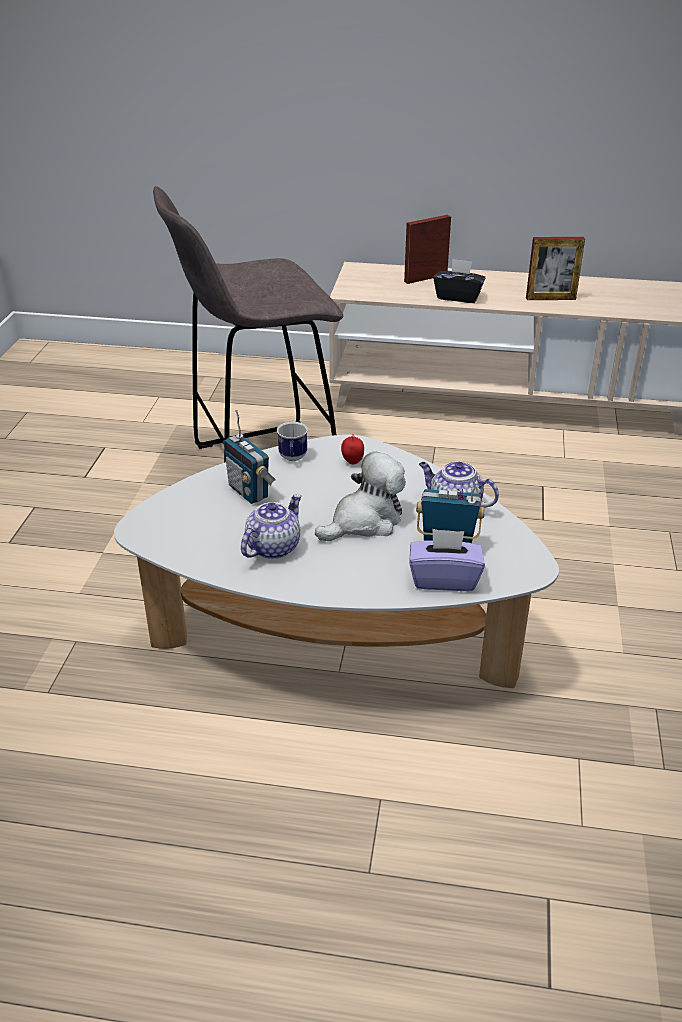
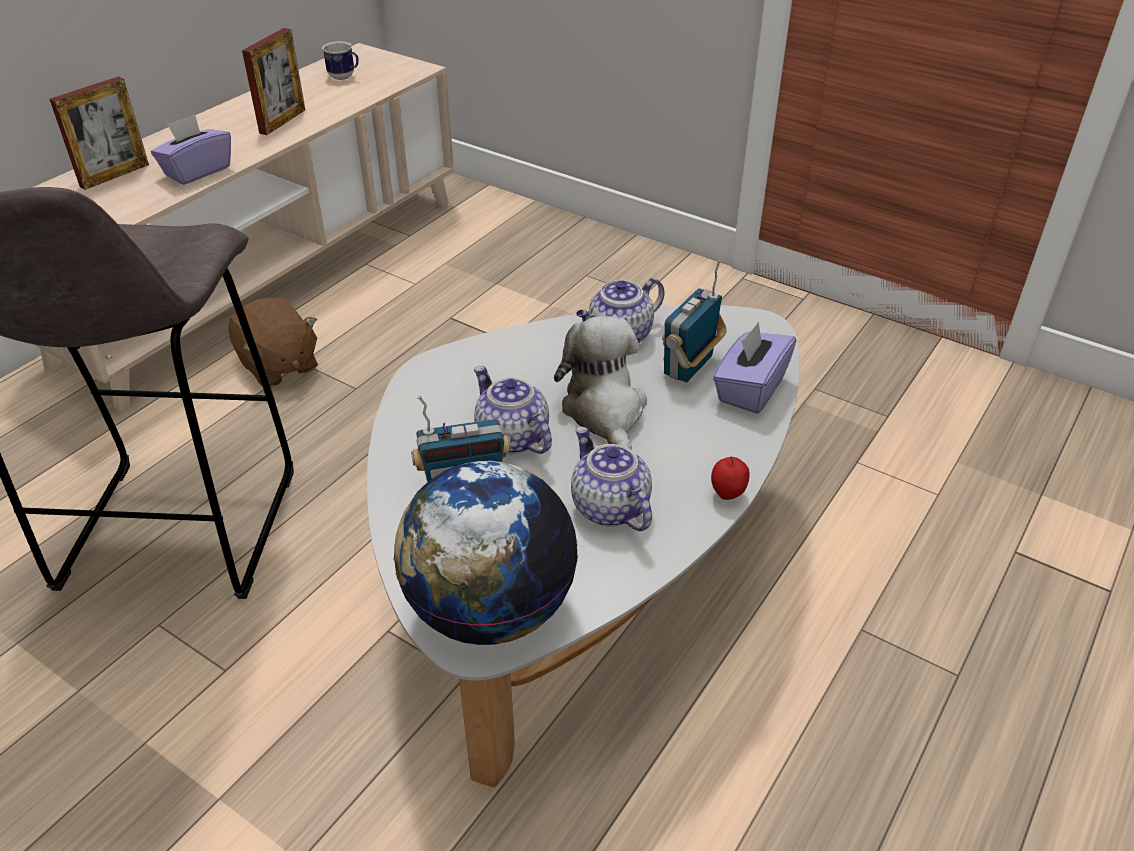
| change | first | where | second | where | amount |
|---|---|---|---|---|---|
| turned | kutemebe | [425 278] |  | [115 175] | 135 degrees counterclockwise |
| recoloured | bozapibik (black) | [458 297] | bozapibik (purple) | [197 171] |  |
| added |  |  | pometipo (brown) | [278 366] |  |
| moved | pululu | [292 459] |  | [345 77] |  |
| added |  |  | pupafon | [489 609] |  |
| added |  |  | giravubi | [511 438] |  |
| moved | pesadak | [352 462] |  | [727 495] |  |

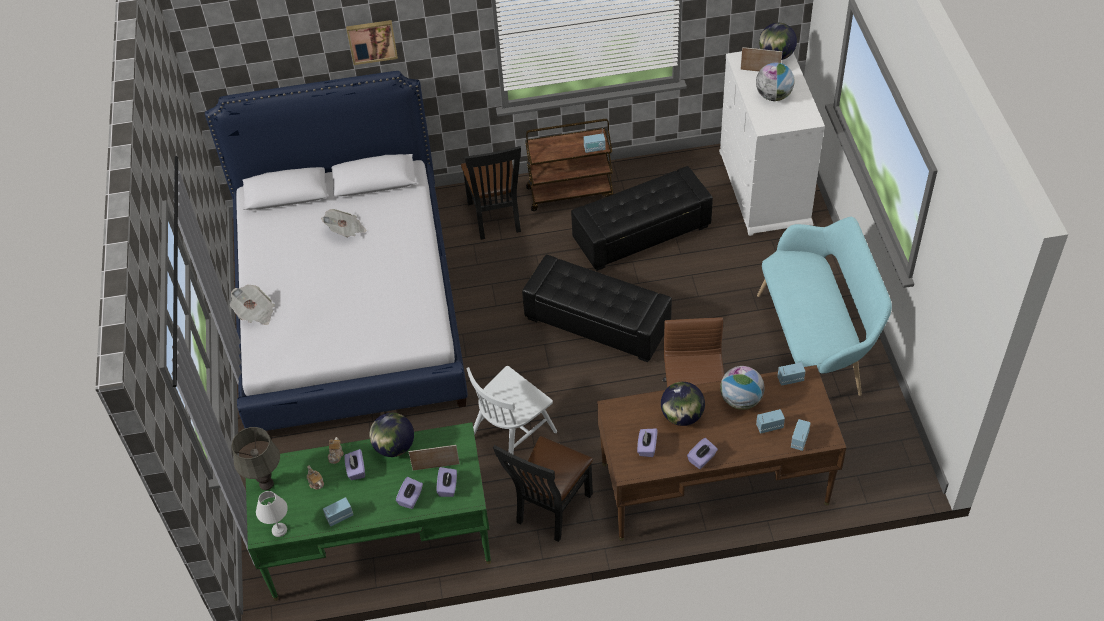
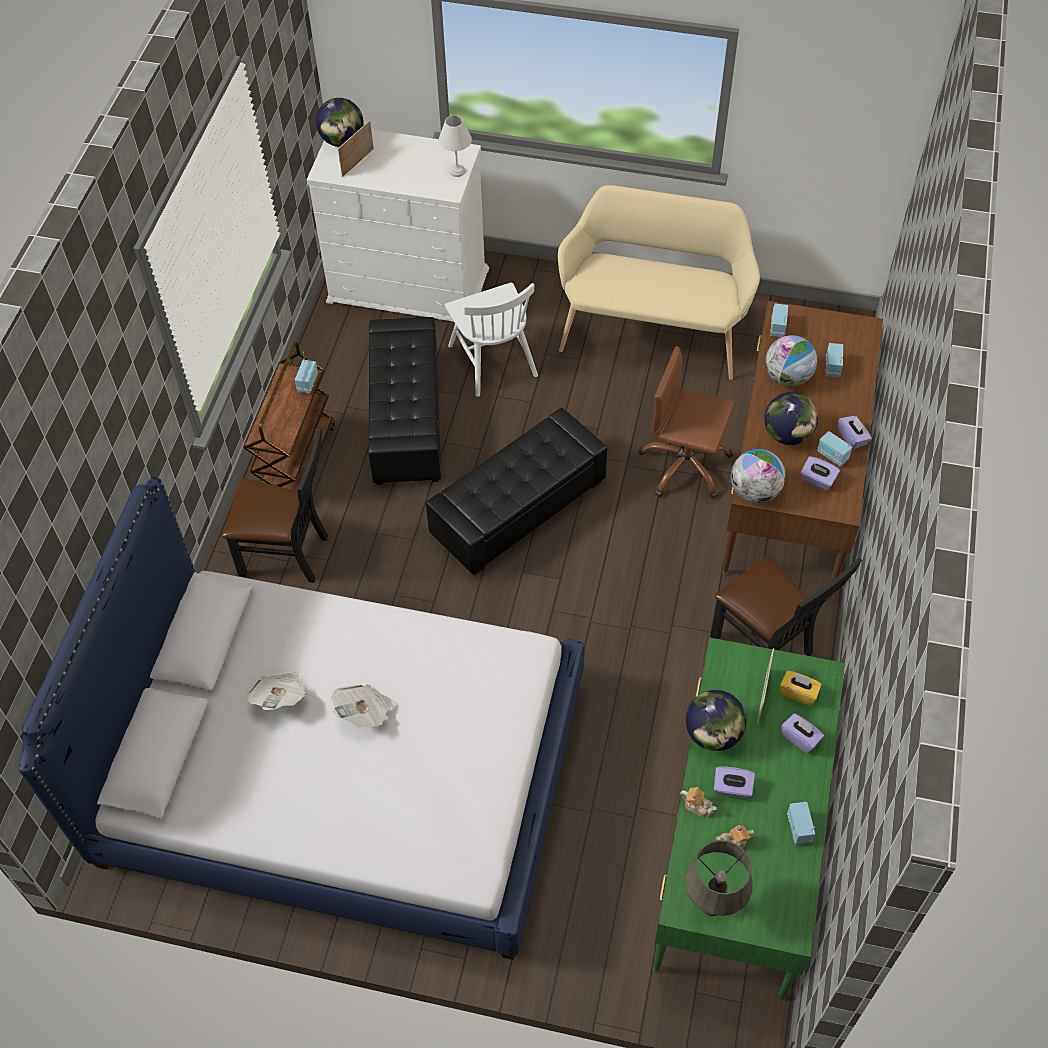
| change | first | where | second | where | amount |
|---|---|---|---|---|---|
| moved | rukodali | [255 312] |  | [366 712] |  |
| moved | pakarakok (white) | [280 529] |  | [457 171] |  |
| moved | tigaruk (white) | [513 434] |  | [493 360] |  |
| recoloured | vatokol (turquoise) | [815 345] | vatokol (beige) | [652 331] |  |
| moved | pupafon | [773 96] |  | [754 491] |  |
| recoloured | bozapibik (purple) | [448 487] | bozapibik (yellow) | [798 692] |  |
| moved | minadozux | [799 440] |  | [832 456] |  |
| removed | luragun | [372 41] |  |  |  |

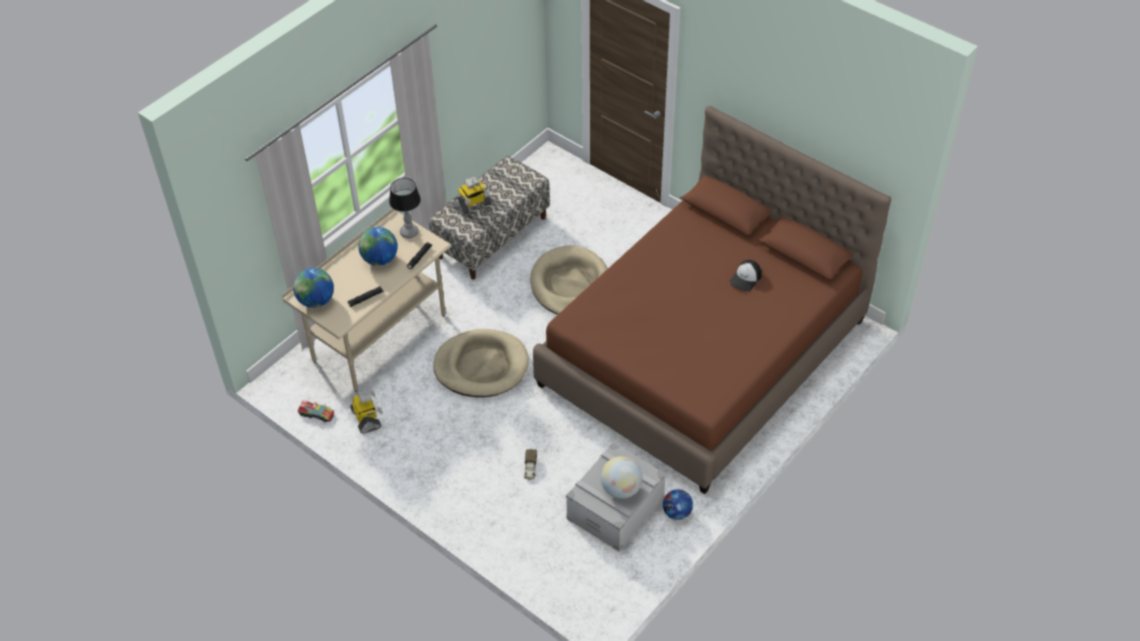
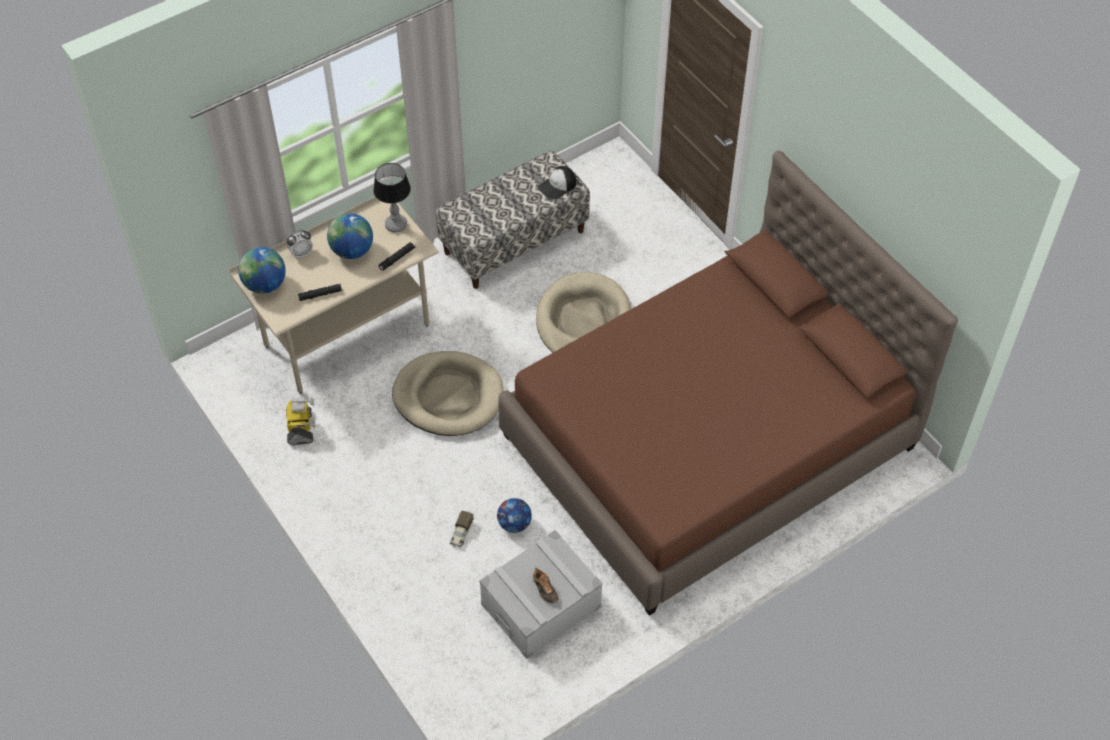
| change | first | where | second | where | amount |
|---|---|---|---|---|---|
| added |  |  | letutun | [301 253] |  |
| moved | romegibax | [677 512] |  | [514 524] |  |
| replaced | pupafon | [621 489] | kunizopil | [544 589] |  |
| moved | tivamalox | [746 278] |  | [558 186] |  |
| removed | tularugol | [316 414] |  |  |  |
| removed | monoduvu | [473 205] |  |  |  |

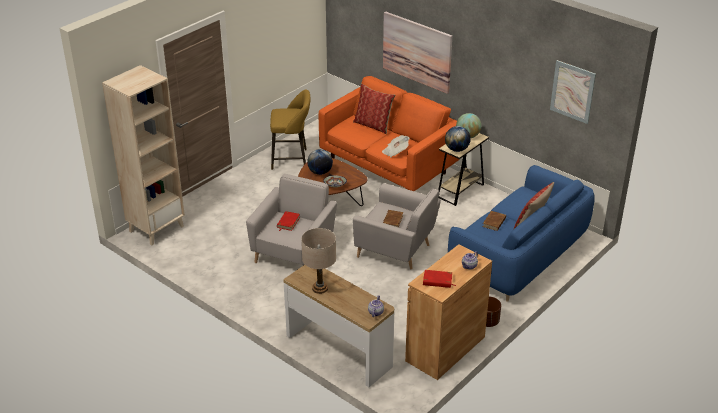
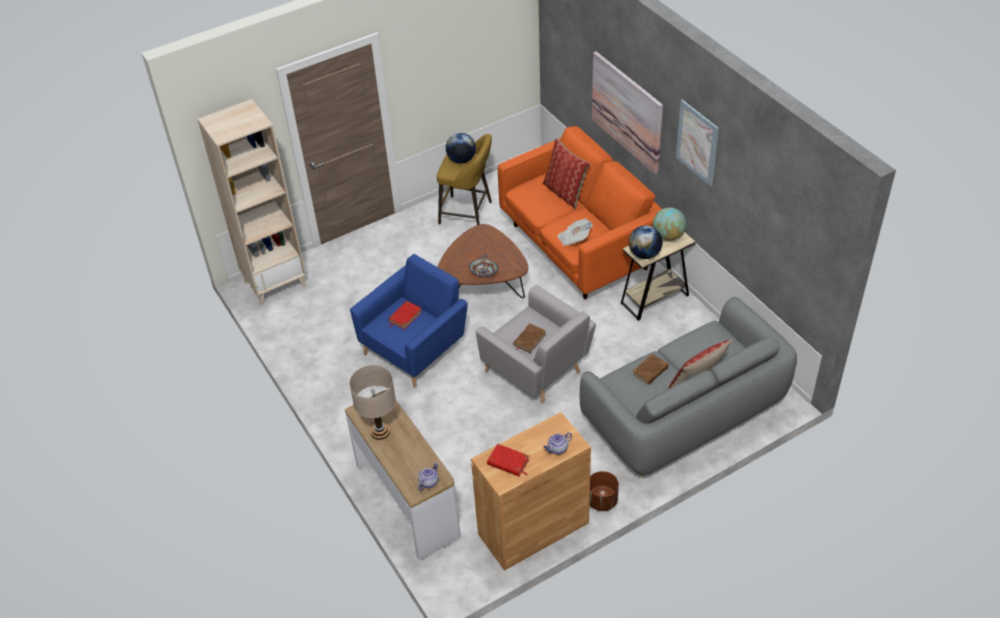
| change | first | where | second | where | amount |
|---|---|---|---|---|---|
| recoloured | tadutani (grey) | [294 252] | tadutani (blue) | [415 348] |  |
| moved | pupafon | [320 172] |  | [461 160] |  |
| recoloured | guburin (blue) | [519 258] | guburin (grey) | [684 416] |  |
| moved | luragun | [572 91] |  | [697 142] |  |

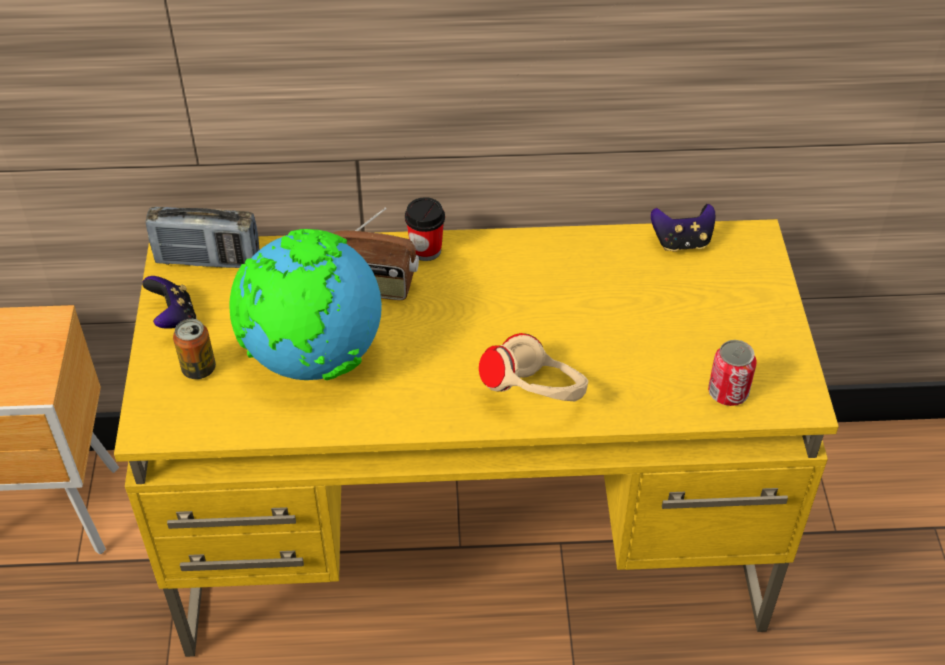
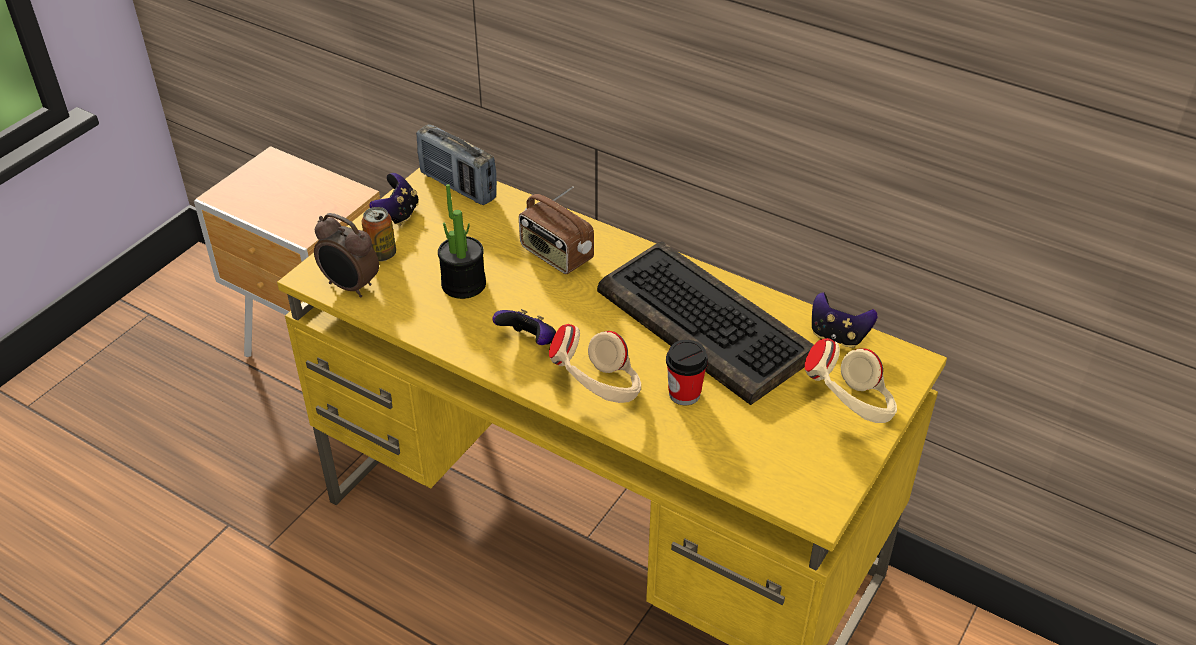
| change | first | where | second | where | amount |
|---|---|---|---|---|---|
| added |  |  | letutun | [350 287] |  |
| replaced | pupafon | [312 358] | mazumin | [463 284] |  |
| added |  |  | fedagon | [528 342] |  |
| added |  |  | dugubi | [707 324] |  |
| moved | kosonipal | [426 250] |  | [684 394] |  |
| added |  |  | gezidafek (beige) | [850 408] |  |
| removed | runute | [728 392] |  |  |  |

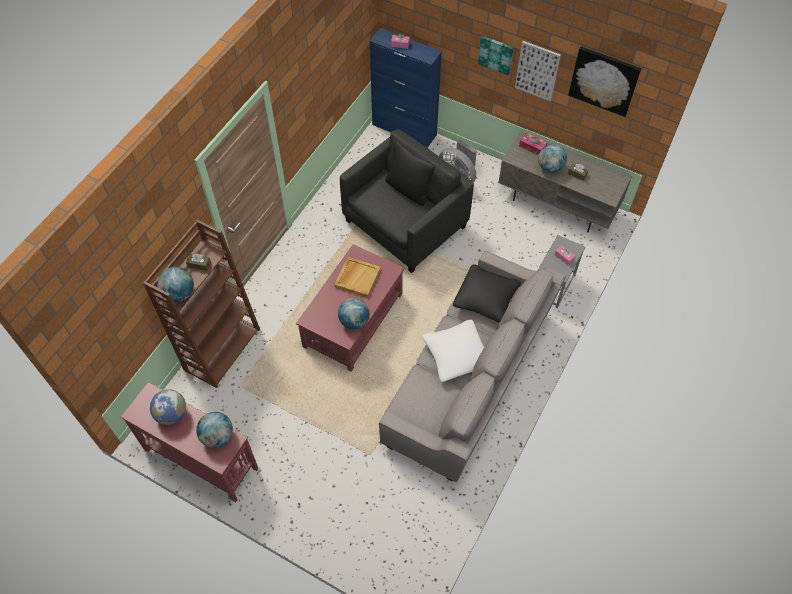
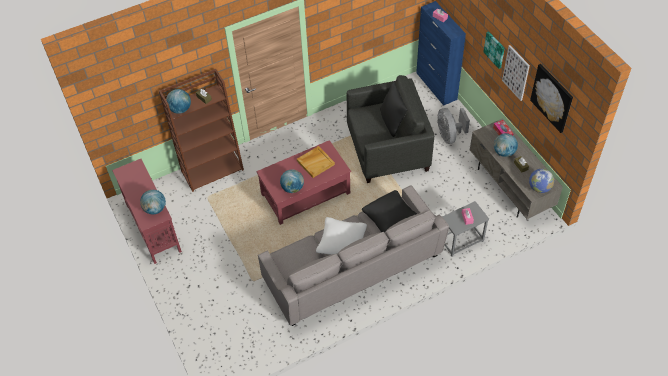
| change | first | where | second | where | amount |
|---|---|---|---|---|---|
| moved | pupafon | [172 414] |  | [539 188] |  |

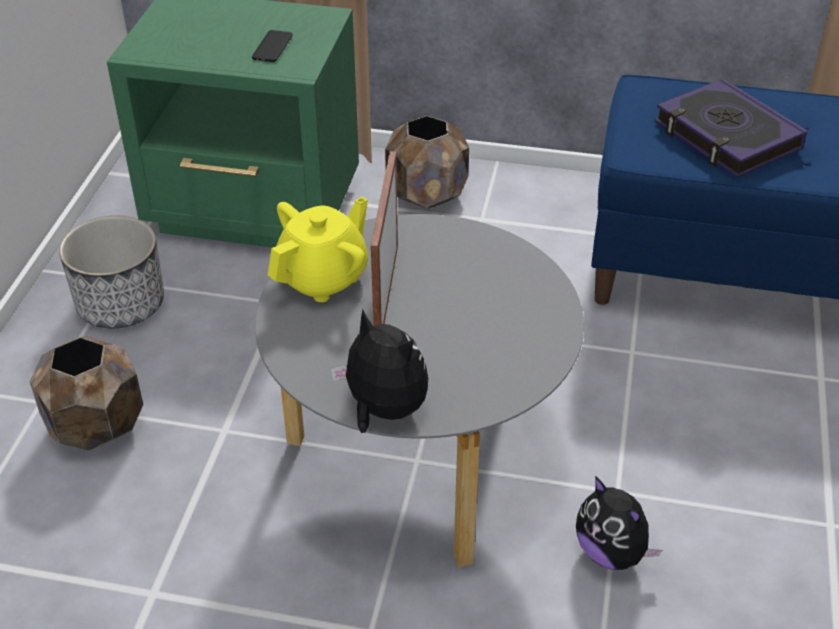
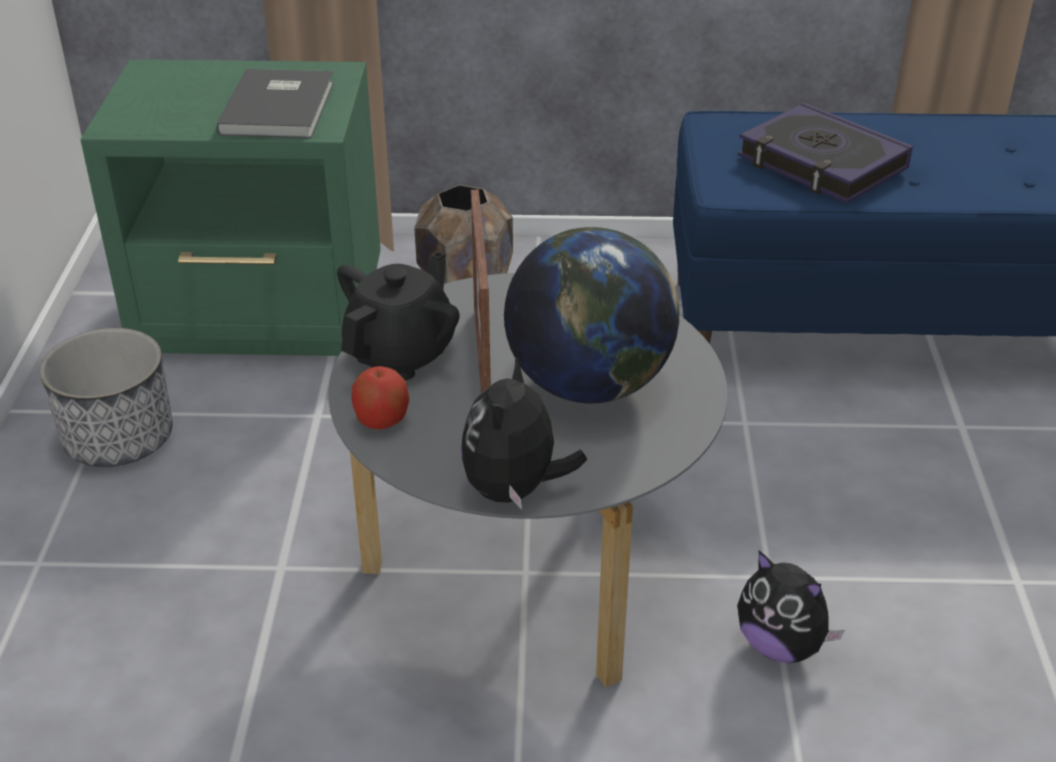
| change | first | where | second | where | amount |
|---|---|---|---|---|---|
| replaced | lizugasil | [272 47] | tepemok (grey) | [281 107] |  |
| recoloured | giravubi (yellow) | [323 278] | giravubi (black) | [401 353] |  |
| added |  |  | pesadak | [381 421] |  |
| turned | pometipo | [383 410] |  | [515 490] | 105 degrees counterclockwise |
| added |  |  | pupafon | [589 386] |  |
| removed | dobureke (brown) | [97 428] |  |  |  |

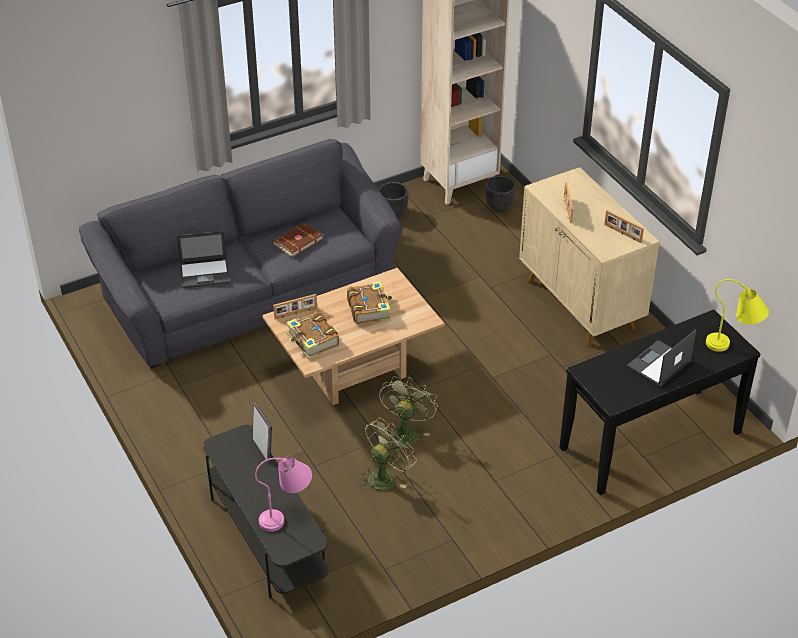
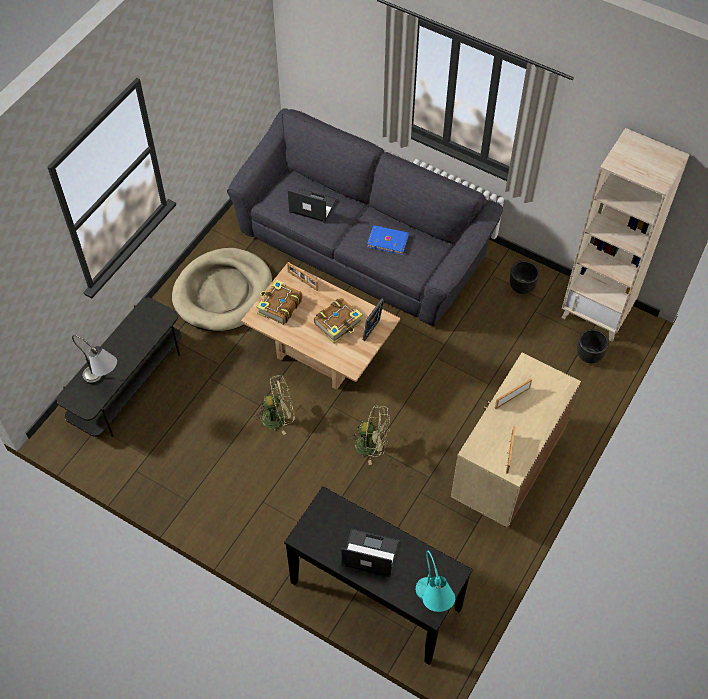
| change | first | where | second | where | amount |
|---|---|---|---|---|---|
| recoloured | pakarakok (pink) | [287 515] | pakarakok (grey) | [104 382] |  |
| added |  |  | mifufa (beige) | [223 293] |  |
| turned | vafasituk | [205 273] |  | [312 206] | 150 degrees clockwise |
| moved | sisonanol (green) | [385 476] |  | [372 446] |  |
| moved | kutemebe | [263 449] |  | [372 331] |  |
| recoloured | tepemok (brown) | [297 241] | tepemok (blue) | [387 240] |  |
| recoloured | pakarakok (yellow) | [734 346] | pakarakok (turquoise) | [432 604] |  |

